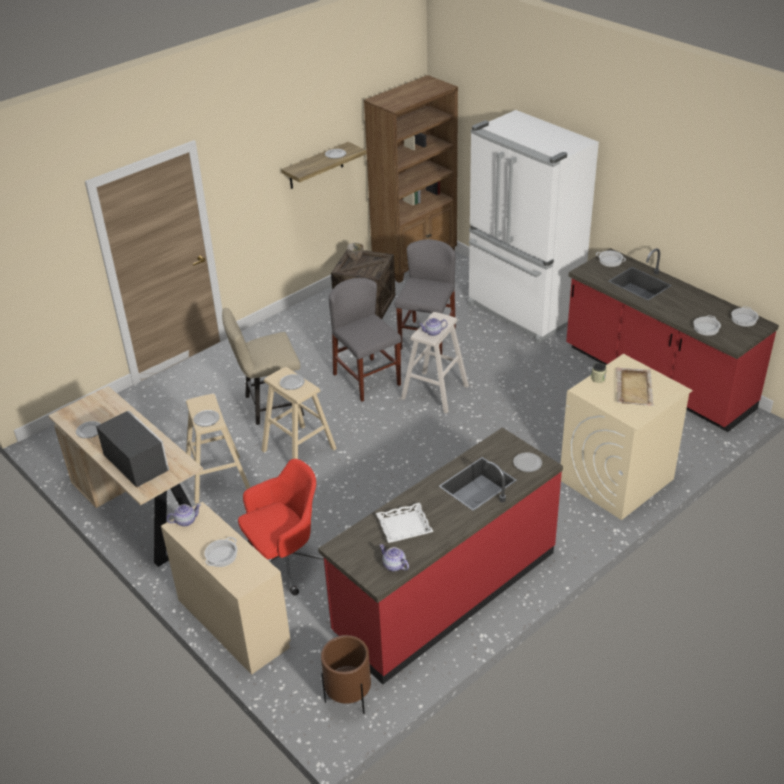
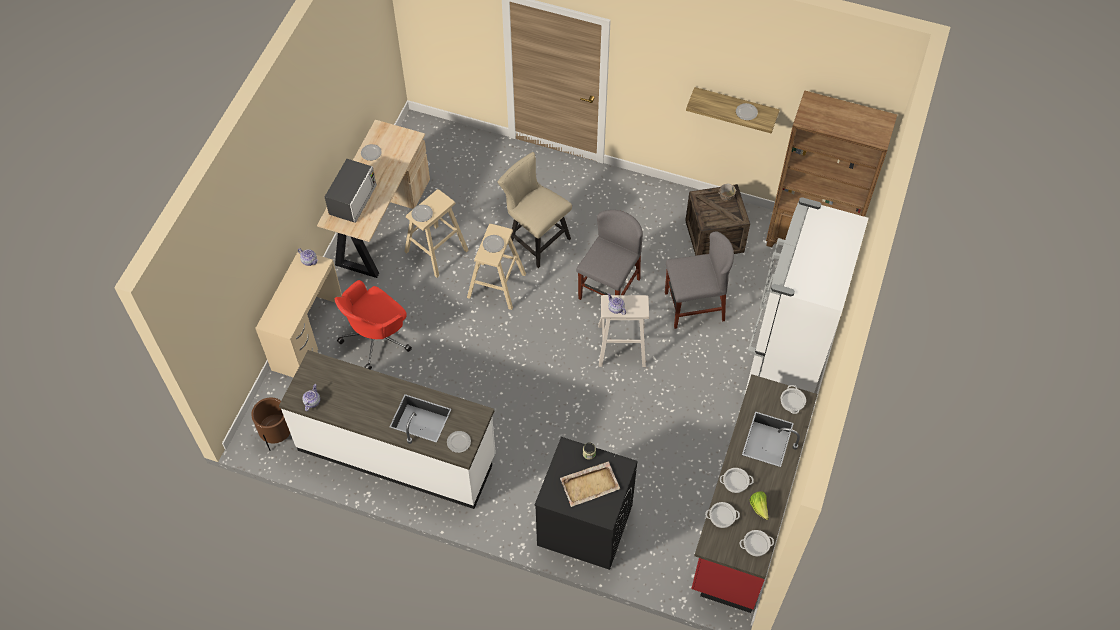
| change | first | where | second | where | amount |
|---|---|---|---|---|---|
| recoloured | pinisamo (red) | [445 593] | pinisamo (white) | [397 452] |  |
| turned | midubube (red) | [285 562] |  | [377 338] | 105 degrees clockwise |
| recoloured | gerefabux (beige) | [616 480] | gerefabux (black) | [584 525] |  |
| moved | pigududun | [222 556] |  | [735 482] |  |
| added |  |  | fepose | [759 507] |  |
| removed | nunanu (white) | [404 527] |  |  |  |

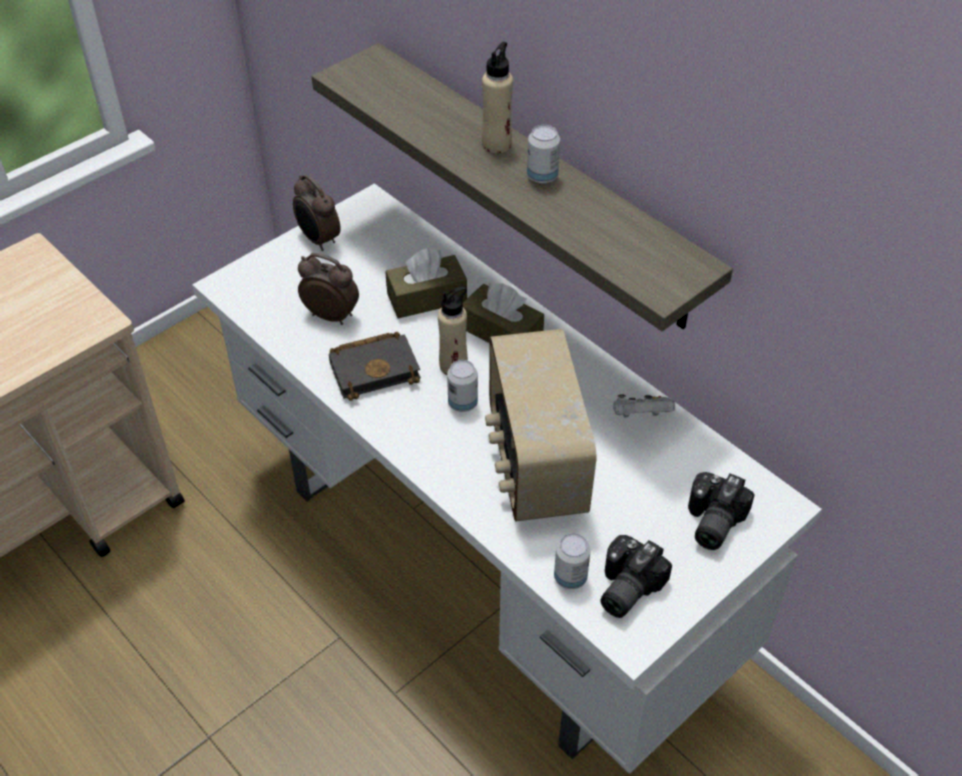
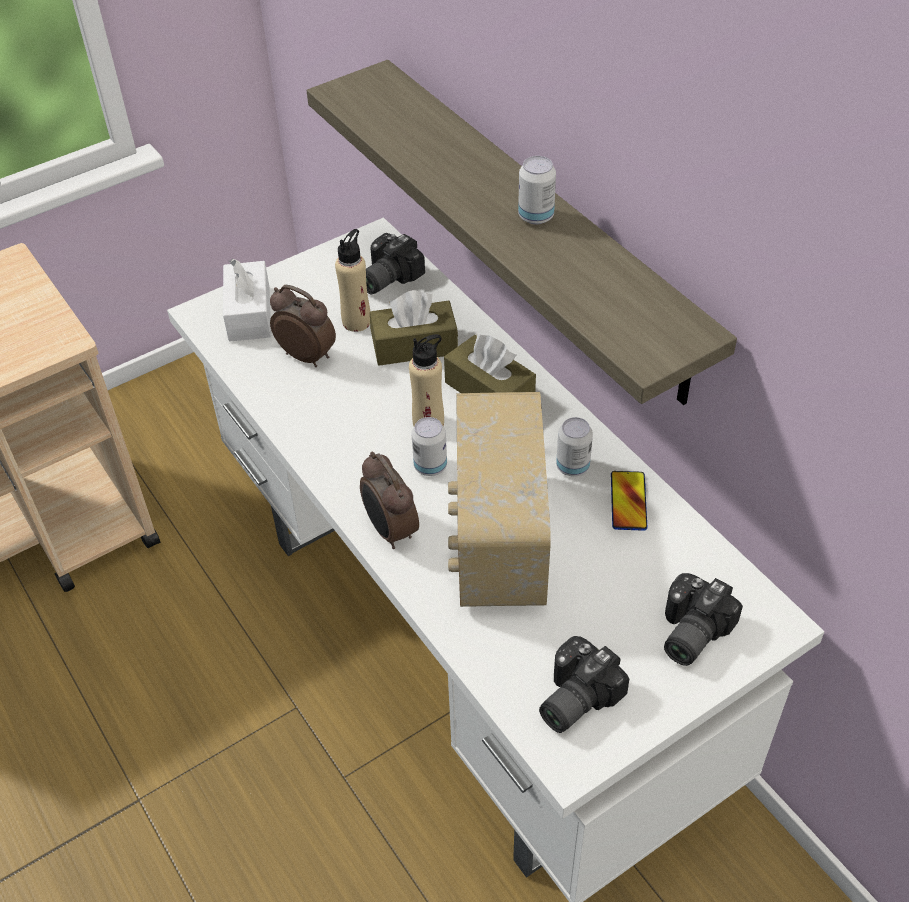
| change | first | where | second | where | amount |
|---|---|---|---|---|---|
| added |  |  | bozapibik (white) | [249 313] |  |
| moved | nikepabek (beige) | [496 144] |  | [356 322] |  |
| moved | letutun | [318 240] |  | [390 531] |  |
| added |  |  | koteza | [385 277] |  |
| moved | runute | [570 577] |  | [572 467] |  |
| replaced | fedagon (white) | [640 417] | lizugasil | [628 501] |  |
| removed | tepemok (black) | [376 368] |  |  |  |

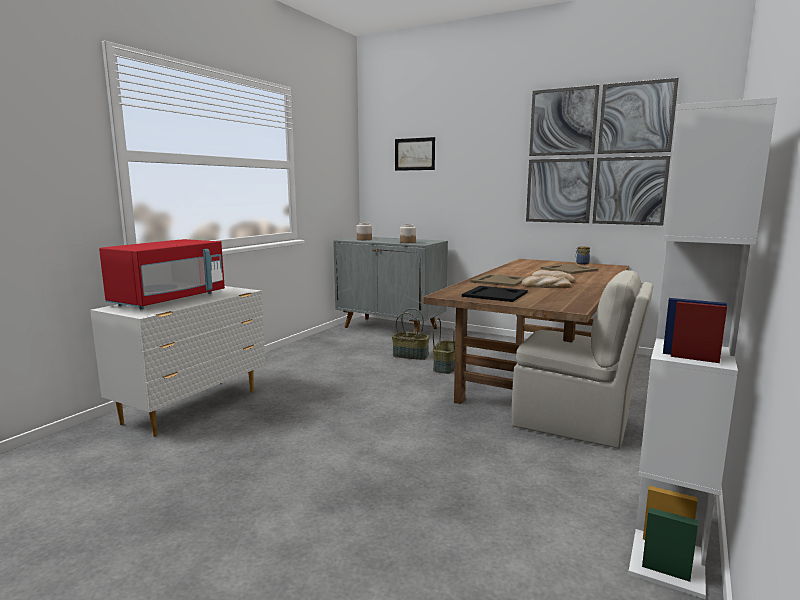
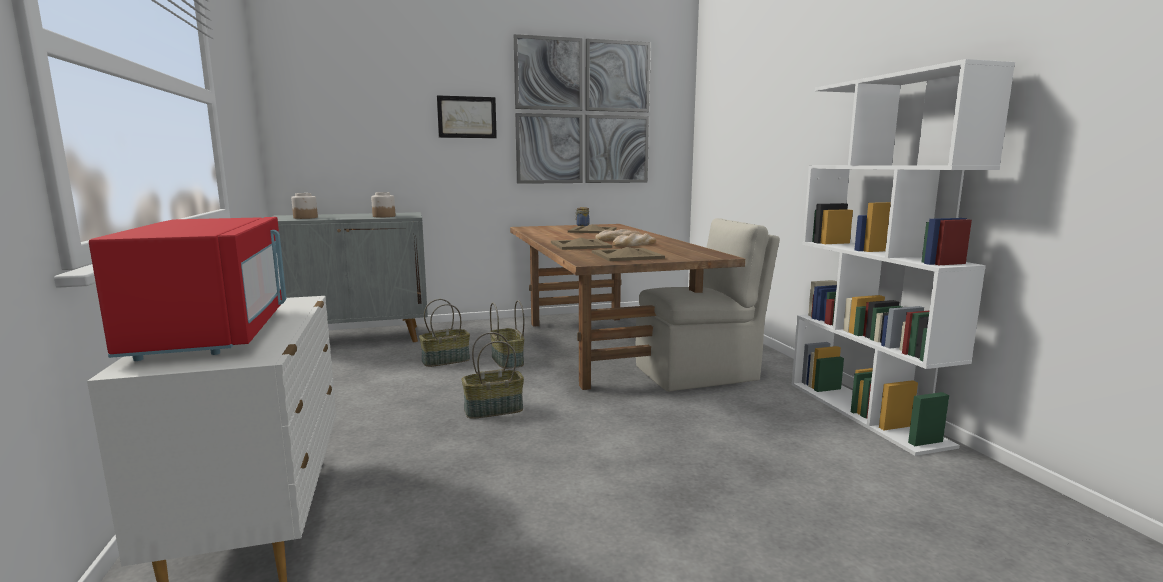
| change | first | where | second | where | amount |
|---|---|---|---|---|---|
| moved | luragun | [414 154] |  | [467 117] |  |
| added |  |  | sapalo | [493 410] |  |
| recoloured | nunanu (black) | [494 294] | nunanu (beige) | [626 255] |  |

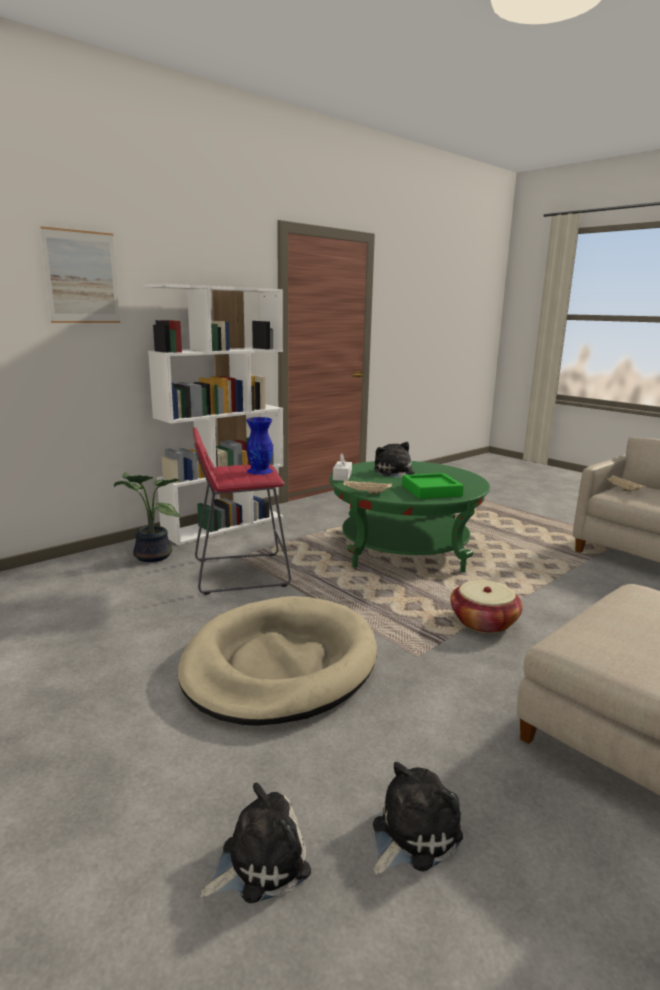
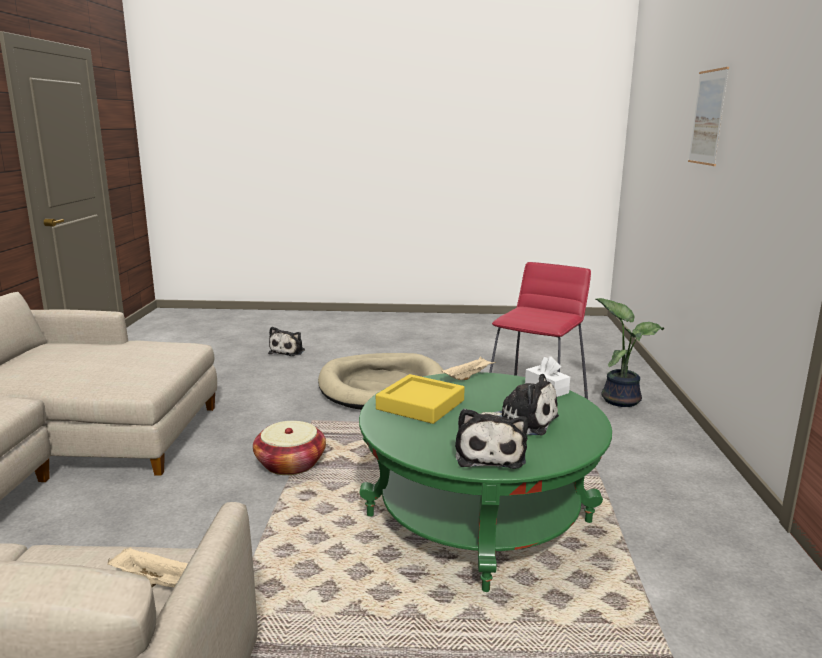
| change | first | where | second | where | amount |
|---|---|---|---|---|---|
| recoloured | nunanu (green) | [431 490] | nunanu (yellow) | [420 405] |  |
| moved | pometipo | [411 835] |  | [490 454] |  |
| removed | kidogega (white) | [225 525] |  |  |  |
| removed | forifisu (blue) | [260 471] |  |  |  |

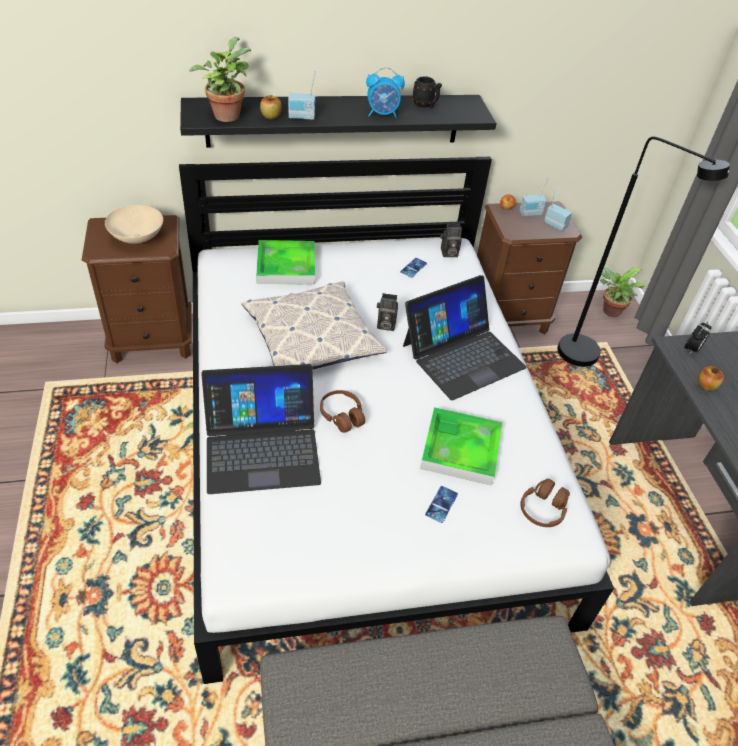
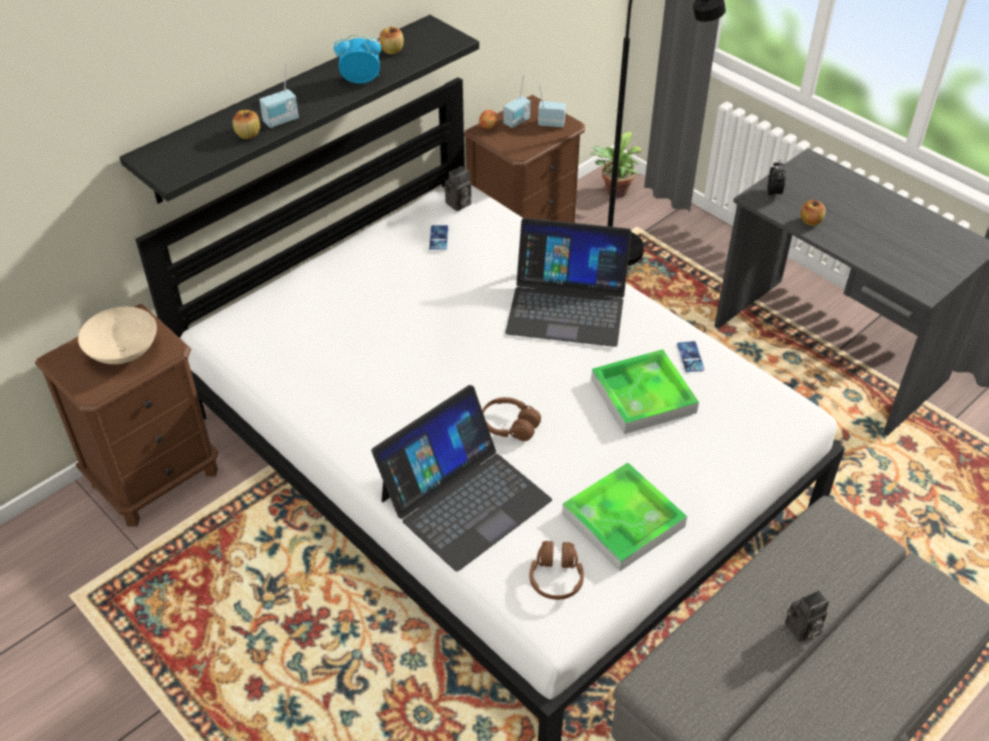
| change | first | where | second | where | amount |
|---|---|---|---|---|---|
| turned | letutun | [383 114] |  | [360 80] | 150 degrees counterclockwise |
| replaced | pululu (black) | [425 105] | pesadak | [392 51] |  |
| turned | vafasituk | [462 355] |  | [567 305] | 75 degrees clockwise |
| moved | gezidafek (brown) | [543 509] |  | [556 578] |  |
| moved | nunanu | [286 266] |  | [623 520] |  |
| moved | lizugasil | [441 504] |  | [690 357] |  |
| moved | koteza | [385 325] |  | [802 630] |  |
| removed | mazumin | [226 114] |  |  |  |
| removed | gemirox | [311 338] |  |  |  |

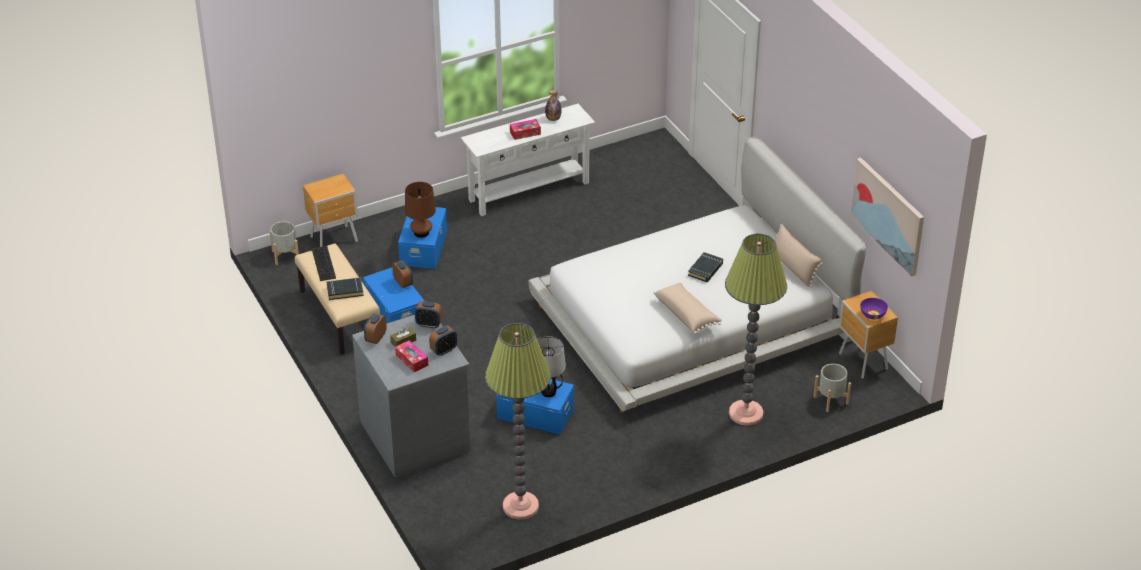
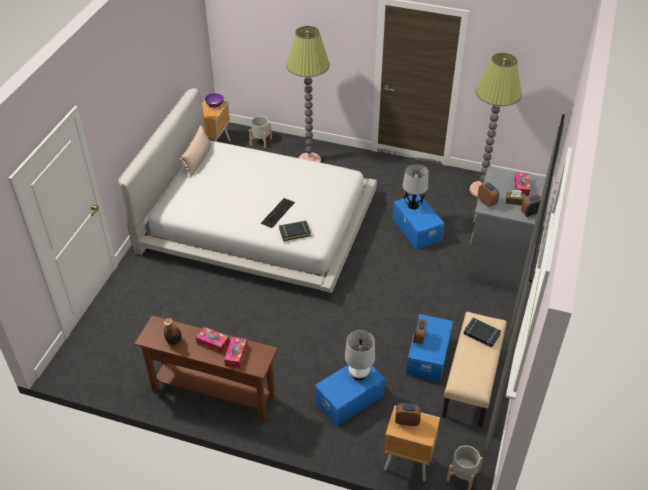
| change | first | where | second | where | amount |
|---|---|---|---|---|---|
| recoloured | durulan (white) | [529 191] | durulan (brown) | [213 393] |  |
| added |  |  | bozapibik | [236 355] |  |
| moved | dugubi | [324 263] |  | [277 212] |  |
| moved | tepemok (black) | [705 270] |  | [294 232] |  |
| recoloured | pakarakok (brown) | [421 232] | pakarakok (white) | [359 374] |  |
| moved | letutun | [444 350] |  | [407 421] |  |
| removed | gemirox (beige) | [687 314] |  |  |  |
| removed | luragun | [888 215] |  |  |  |

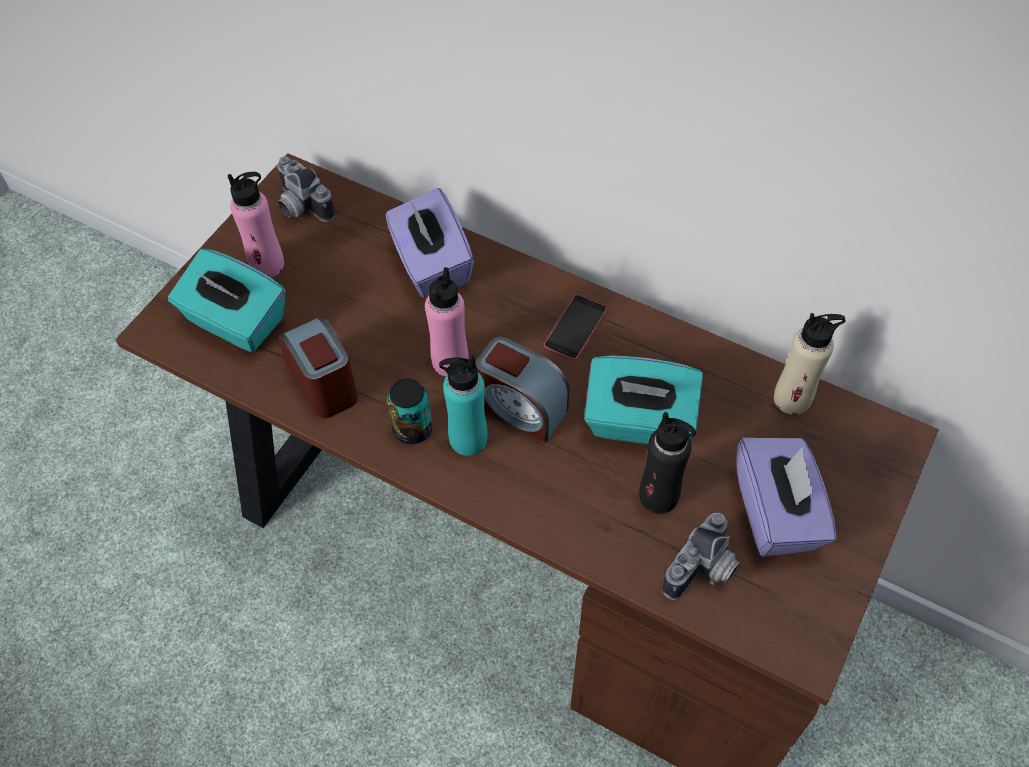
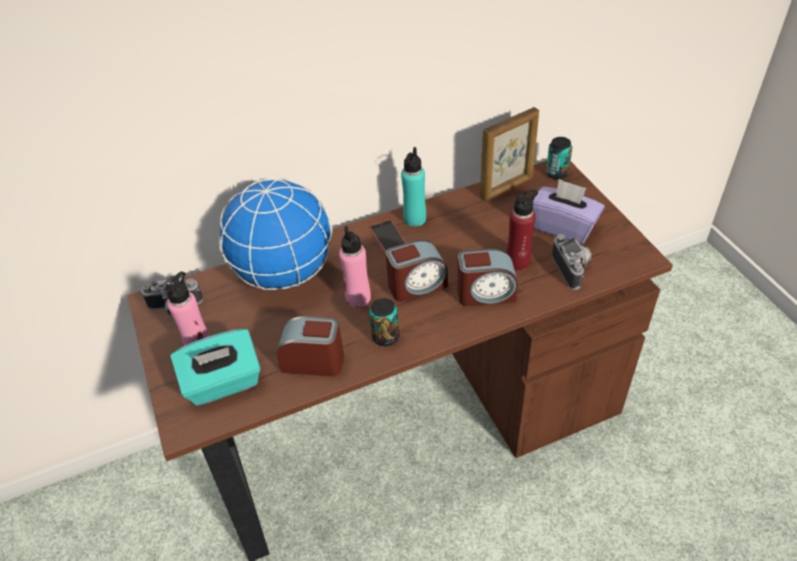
| change | first | where | second | where | amount |
|---|---|---|---|---|---|
| replaced | bozapibik (purple) | [431 264] | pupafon | [285 273] |  |
| moved | nikepabek (turquoise) | [468 439] |  | [414 219] |  |
| added |  |  | letutun | [485 293] |  |
| replaced | nikepabek (beige) | [792 399] | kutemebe | [507 188] |  |
| recoloured | nikepabek (black) | [659 496] | nikepabek (red) | [518 262] |  |
| added |  |  | runute | [557 173] |  |
| removed | bozapibik (turquoise) | [639 422] |  |  |  |

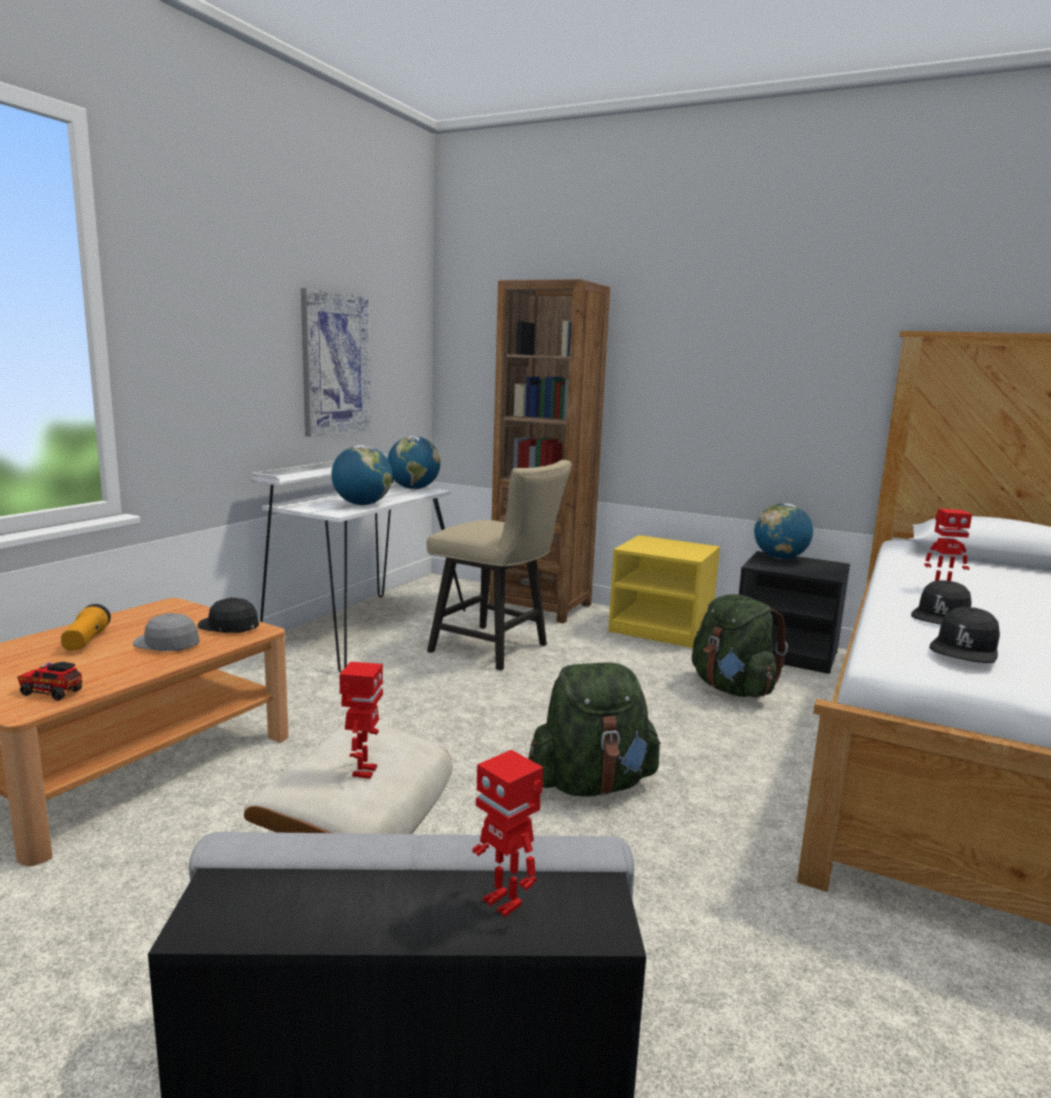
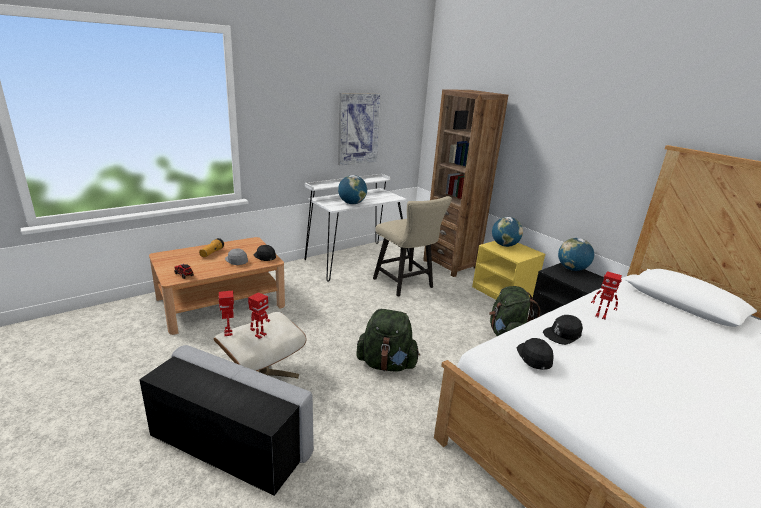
| change | first | where | second | where | amount |
|---|---|---|---|---|---|
| moved | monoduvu | [504 902] |  | [229 333] |  |
| moved | pupafon | [413 488] |  | [504 245] |  |
| turned | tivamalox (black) | [965 648] |  | [534 357] | 120 degrees clockwise |

